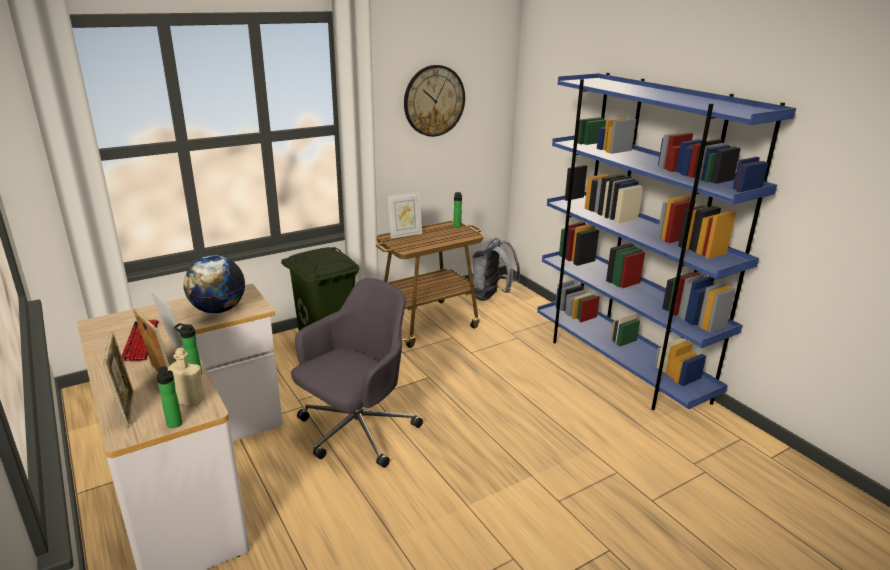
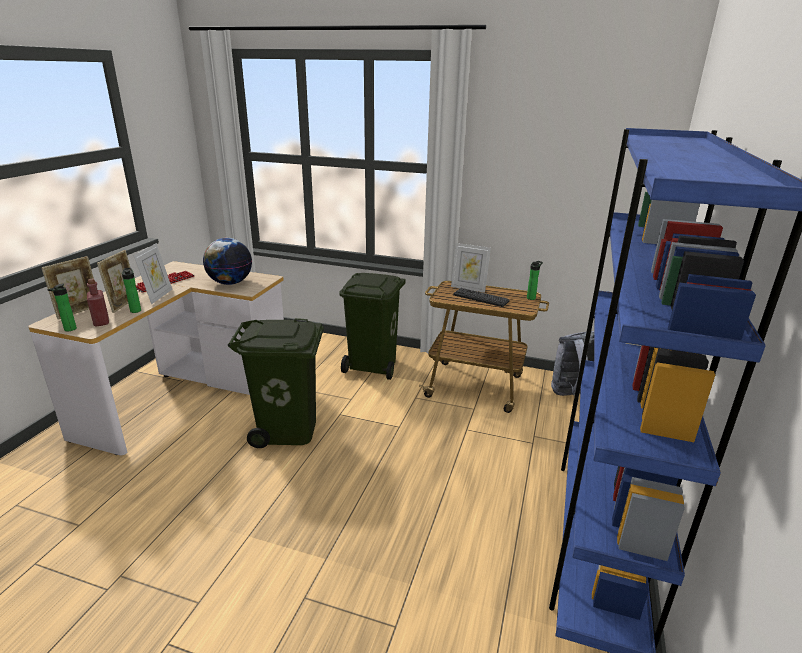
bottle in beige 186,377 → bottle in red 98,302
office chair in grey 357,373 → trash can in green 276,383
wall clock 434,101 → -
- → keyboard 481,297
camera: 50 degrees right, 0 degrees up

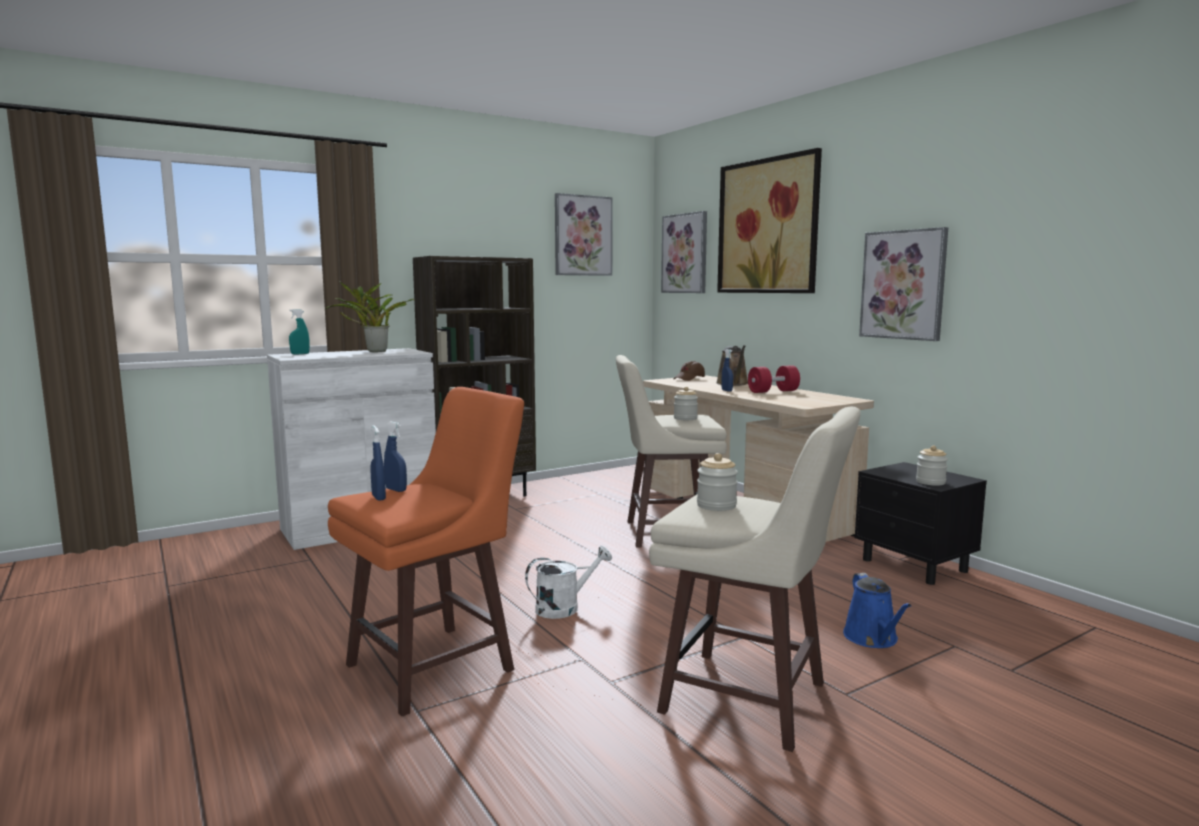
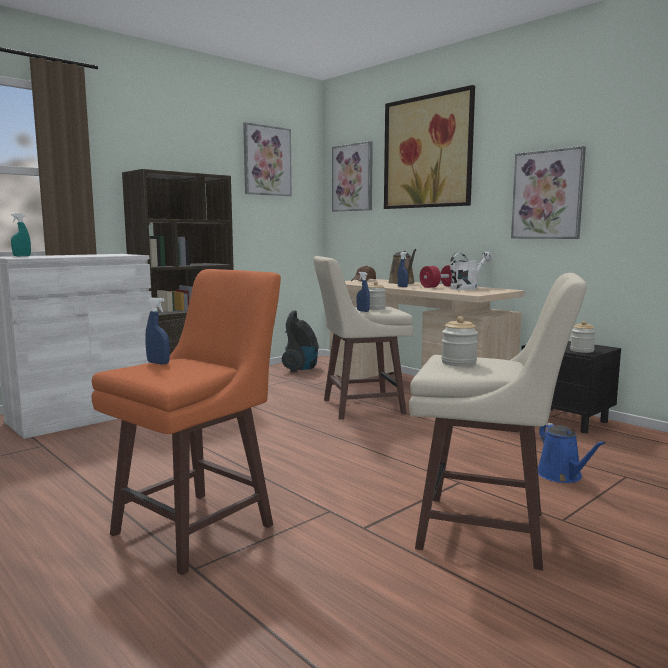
potted plant 370,317 → -
spray bottle in blue 378,463 → spray bottle in blue 363,292, shifted
watering can in white 568,582 → watering can in white 471,270, shifted
- → vacuum cleaner 300,341
camera: 10 degrees left, 0 degrees up

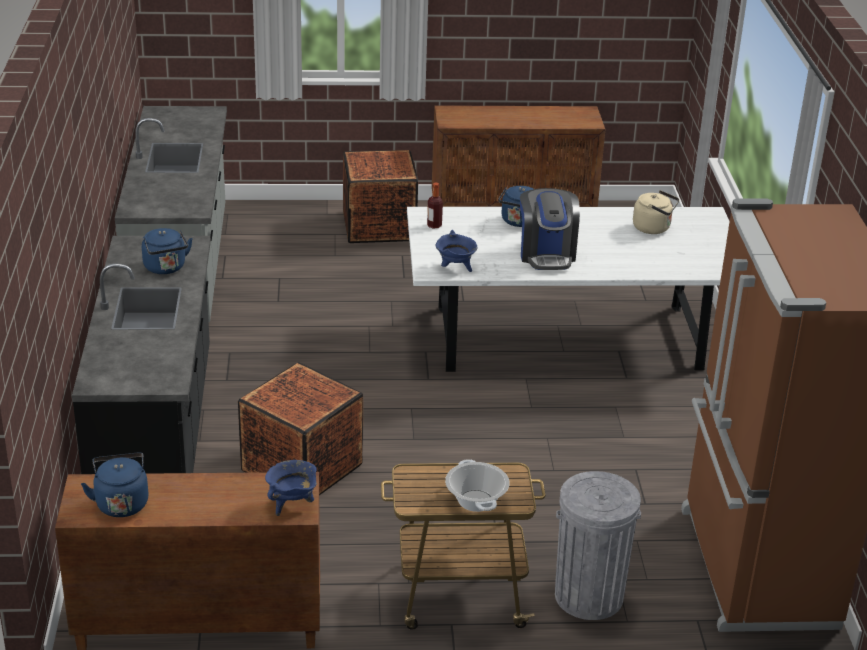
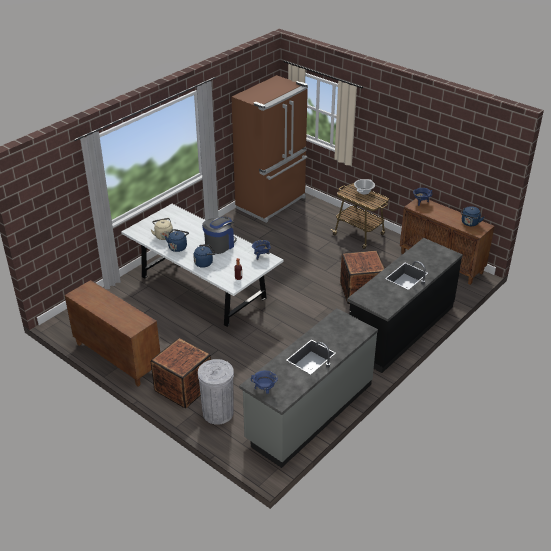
kettle in blue 167,251 → kettle in blue 177,240, shifted
trash can in grey 598,545 → trash can in grey 216,392, shifted
- → cooking pot in blue 264,382
camera: 135 degrees left, 5 degrees up

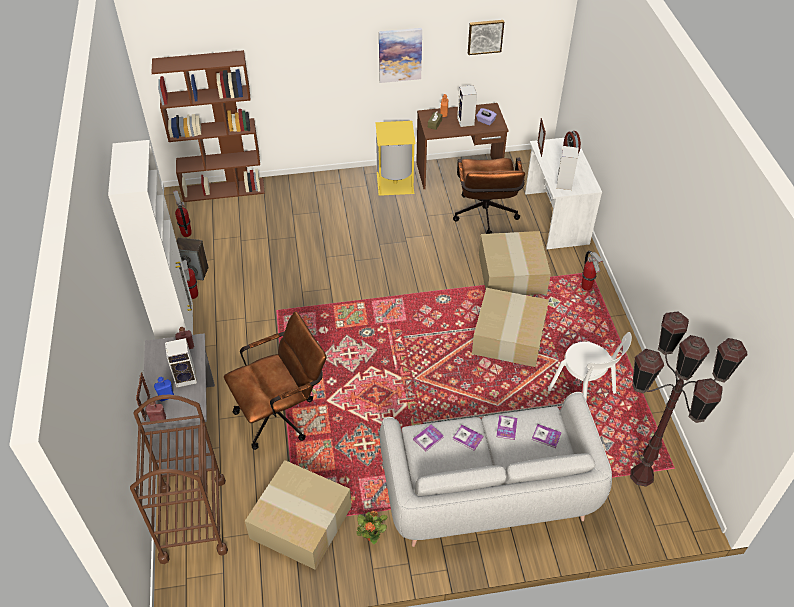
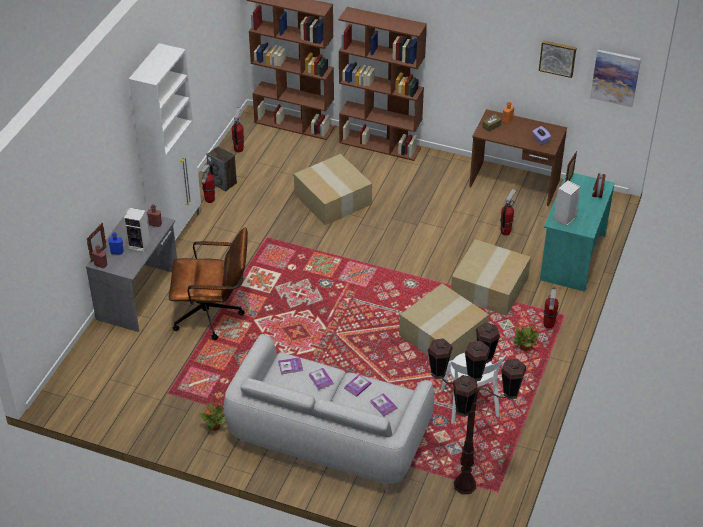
cart in brown 179,479 → -
cardboard box 298,515 → cardboard box 333,189, shifted
trash can in yellow 395,158 → -
picture 400,55 → picture 615,78, shifted
office chair in brown 489,196 → fire extinguisher 508,212
speaker 467,106 → -
desk in white 563,193 → desk in turquoise 577,232
- → bookcase in brown 382,84
- → potted plant 526,338
camera: 30 degrees right, 5 degrees down

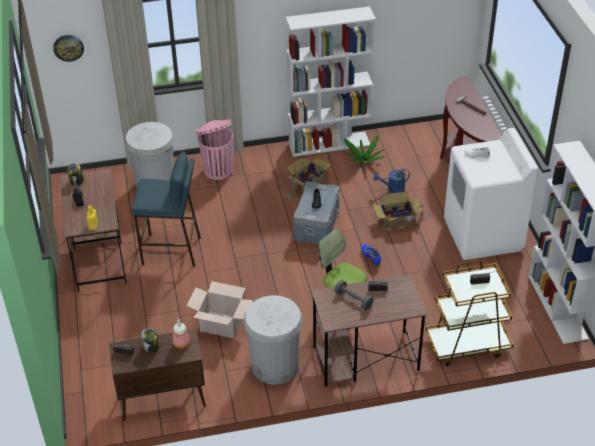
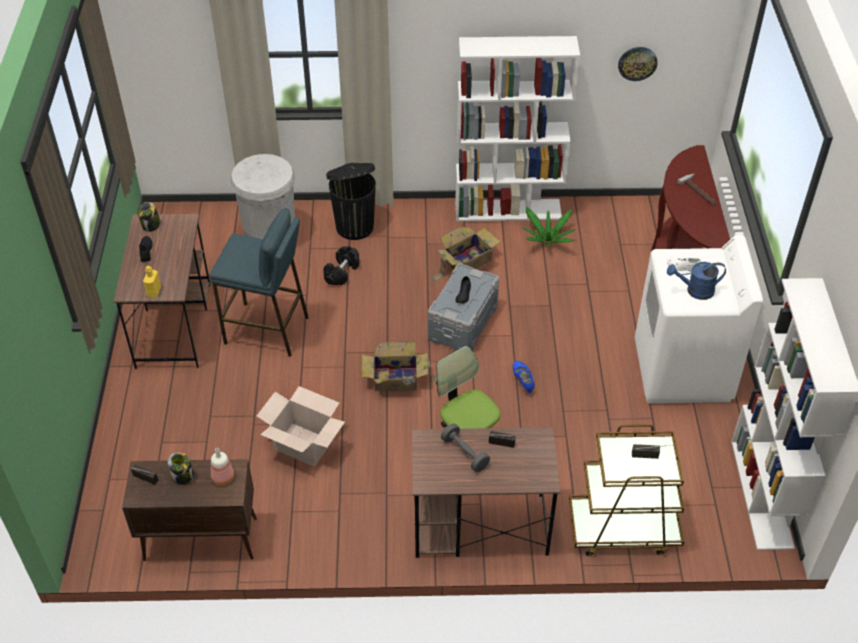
wall clock 68,48 → wall clock 638,64, shifted
trash can in pink 214,150 → trash can in black 351,201
trash can in white 273,340 → -
cardboard box 402,210 → cardboard box 399,366, shifted
watering can in blue 392,181 → watering can in blue 696,281, shifted
- → dumbbell in black 341,265
camera: 10 degrees right, 5 degrees up

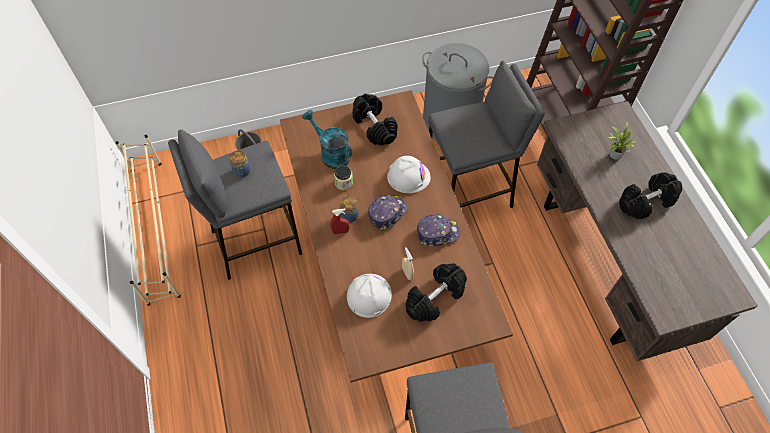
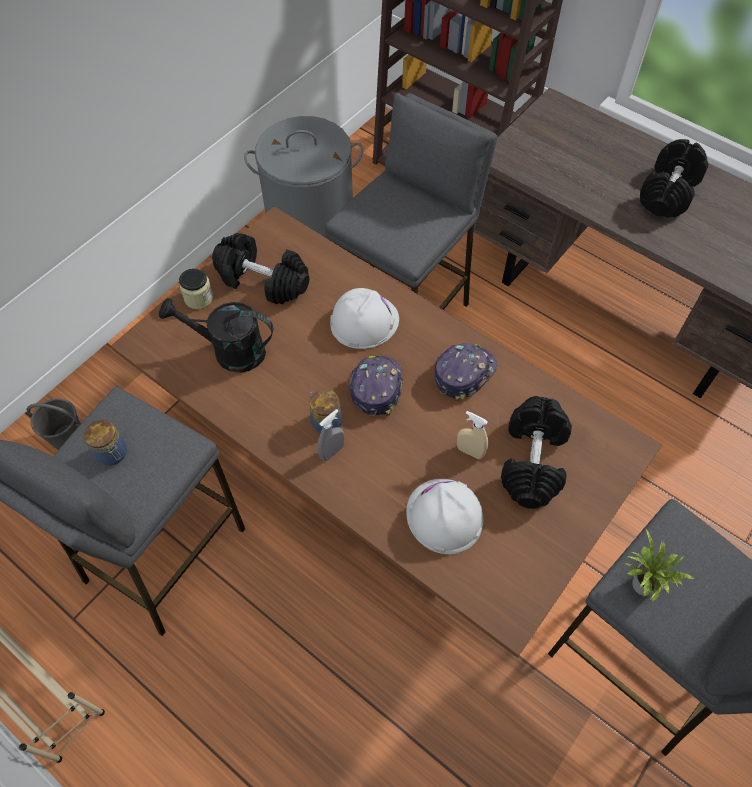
watering can in turquoise 327,139 → watering can in black 216,335
spray bottle in red 340,221 → spray bottle in grey 330,435
jar 343,177 → jar 196,288, shifted
potted plant 622,141 → potted plant 660,565, shifted
camera: 35 degrees left, 0 degrees up

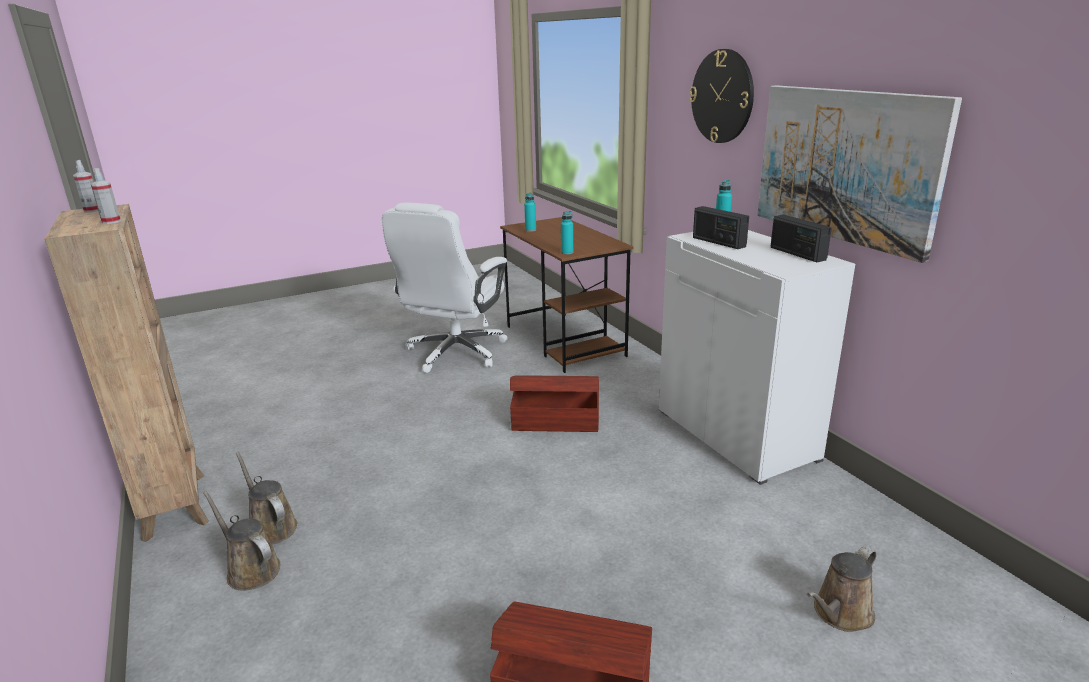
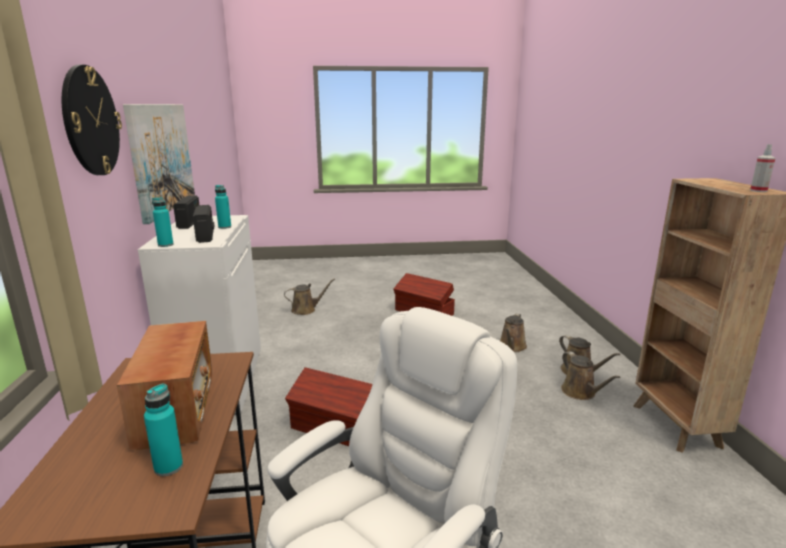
spray bottle 106,196 → -
bottle in turquoise 567,232 → bottle in turquoise 223,207, shifted
- → radio 165,385
- → watering can in brown 513,332
camera: 160 degrees left, 5 degrees down

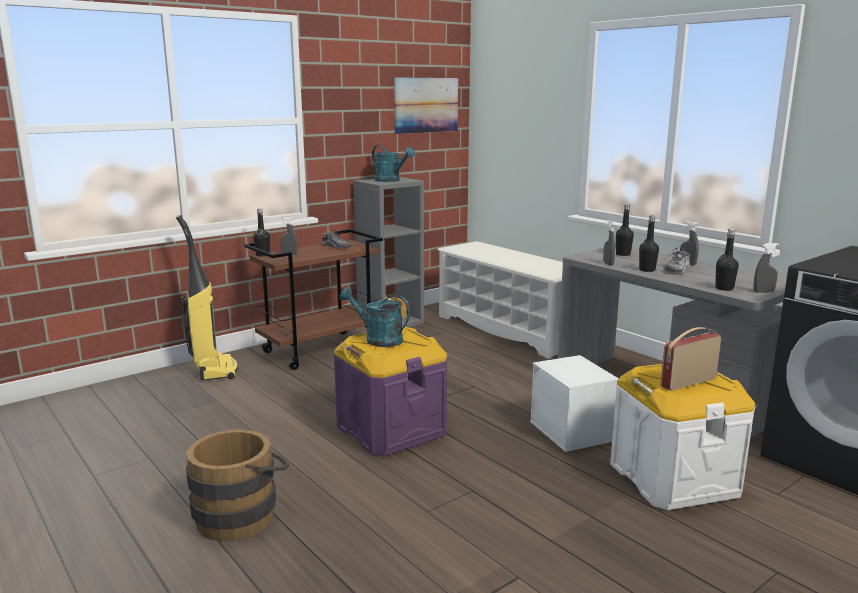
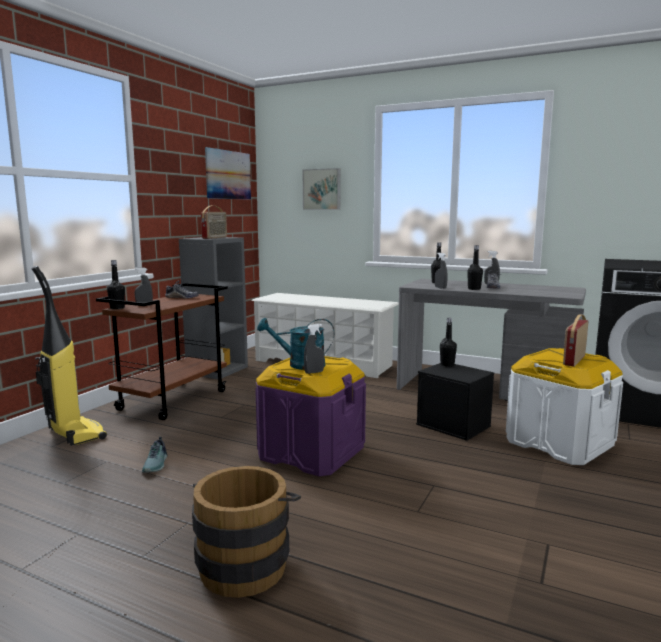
watering can in turquoise 393,163 → radio 214,222
storage box in white 574,403 → storage box in black 455,402
bottle in black 727,260 → bottle in black 448,342, shifted
spray bottle in grey 766,268 → spray bottle in grey 314,349, shifted
- → shoe 154,455
- → picture 322,189
camera: 25 degrees left, 5 degrees down

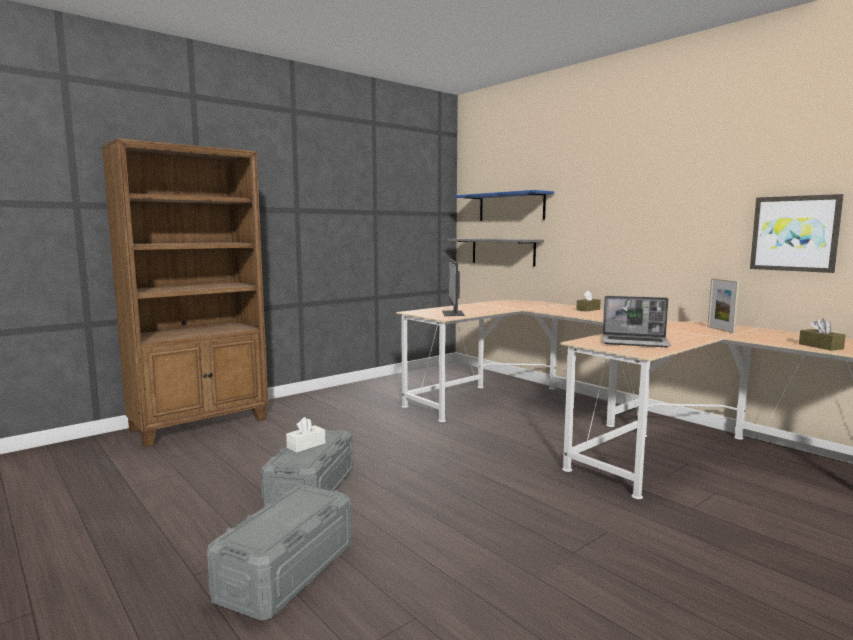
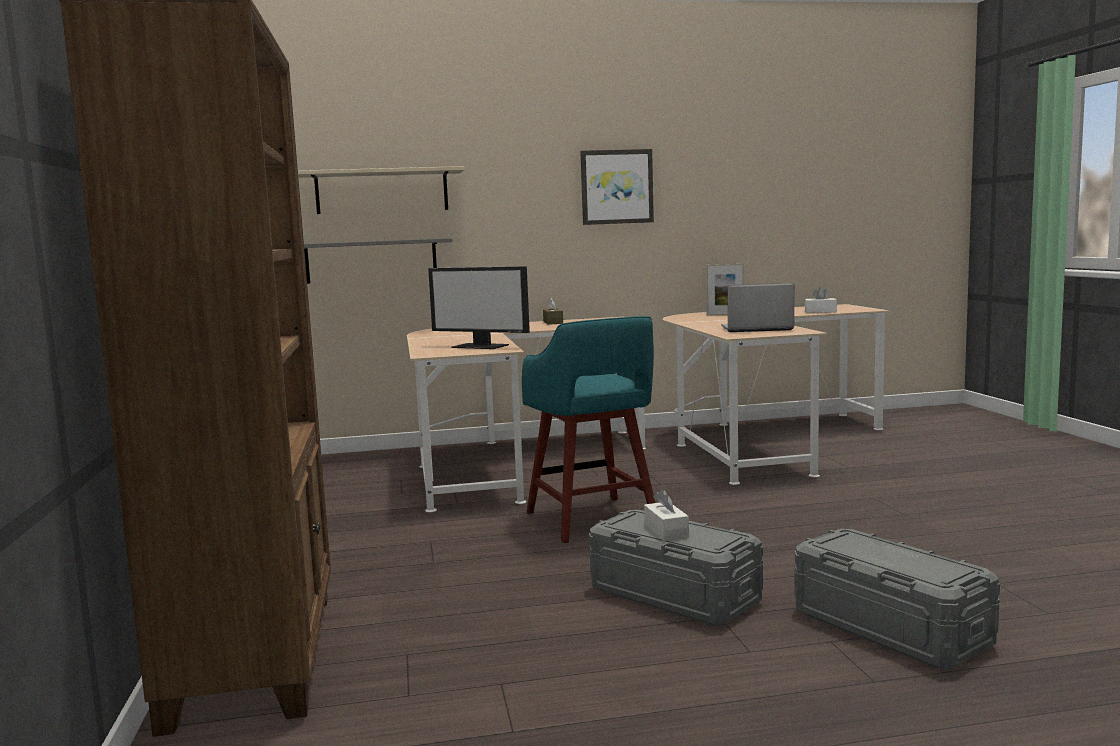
shelf in blue 504,205 → shelf in beige 381,190
laptop 636,321 → laptop 757,307, 135 degrees counterclockwise
picture 796,233 → picture 617,187, shifted
tissue box in brown 822,334 → tissue box in white 821,300
- → stool in turquoise 588,429
camera: 60 degrees left, 0 degrees up

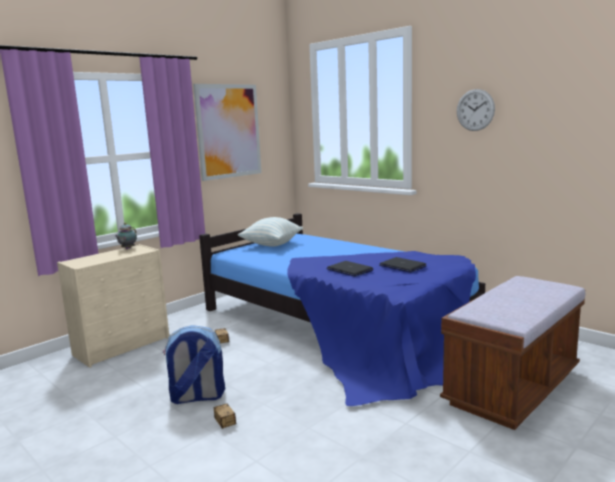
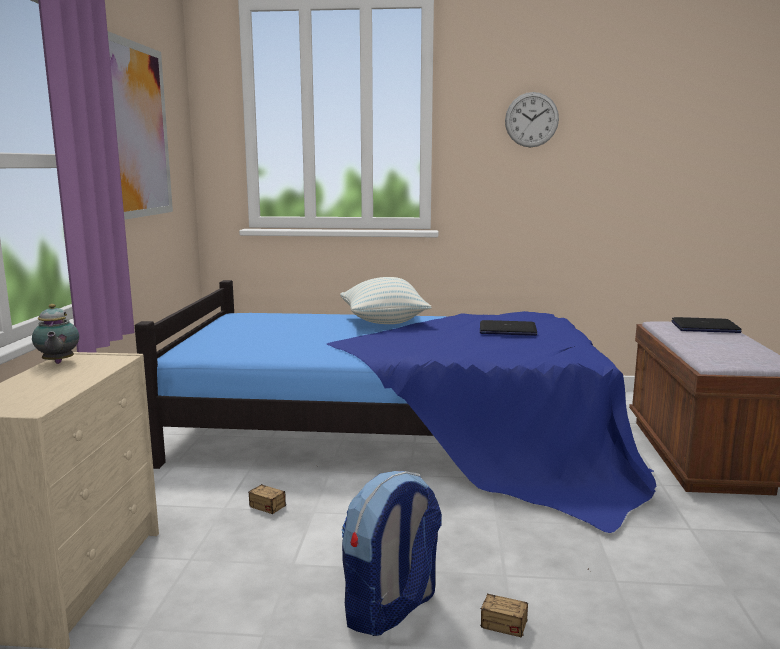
pillow 270,232 → pillow 386,300, shifted
laptop 350,269 → laptop 706,325, shifted
camera: 40 degrees left, 0 degrees up

